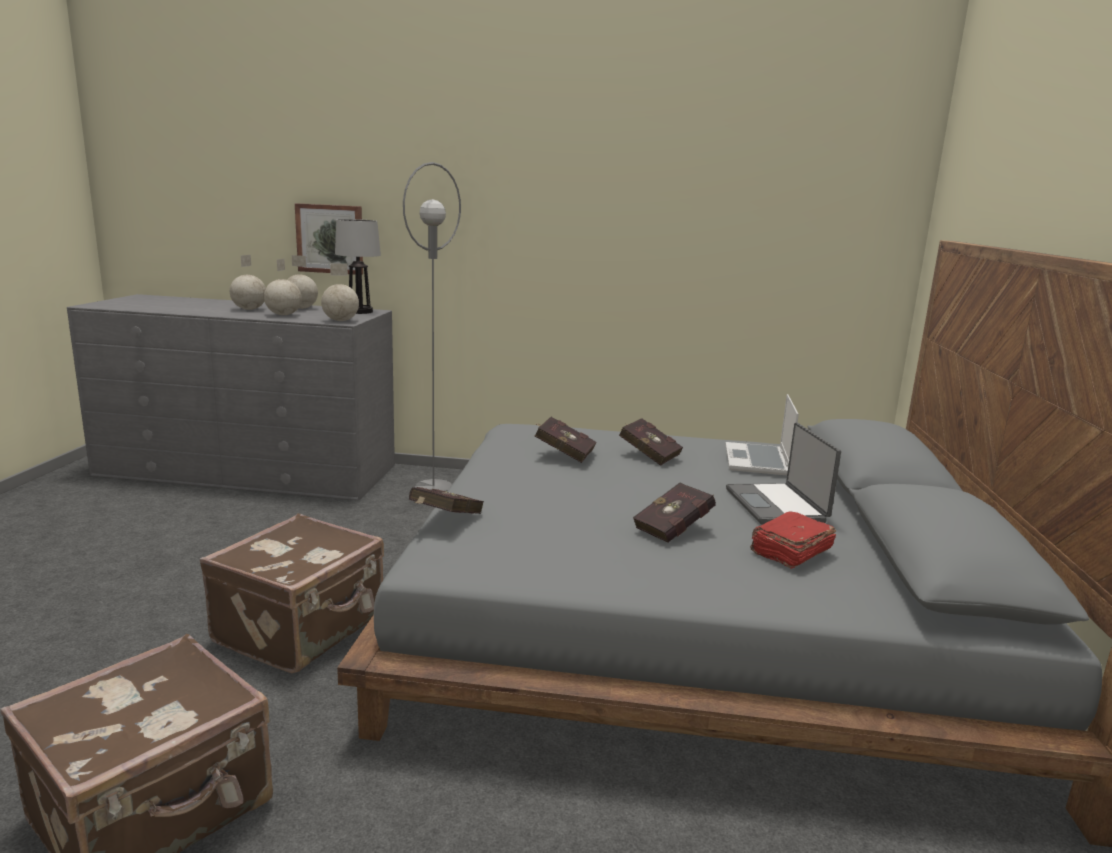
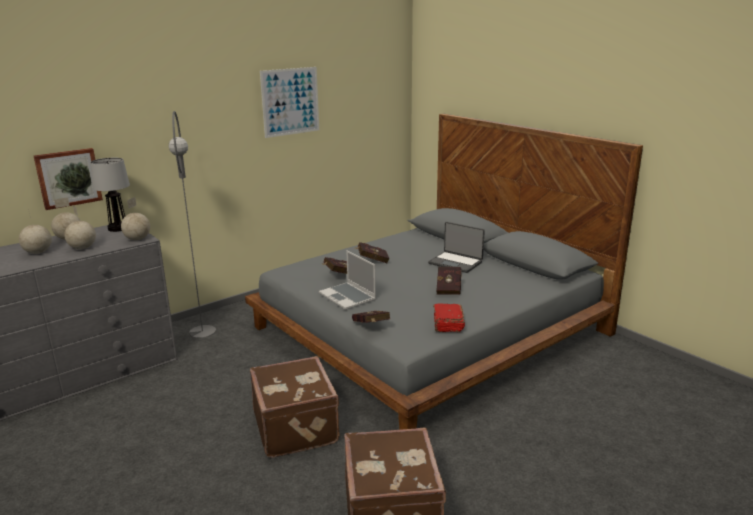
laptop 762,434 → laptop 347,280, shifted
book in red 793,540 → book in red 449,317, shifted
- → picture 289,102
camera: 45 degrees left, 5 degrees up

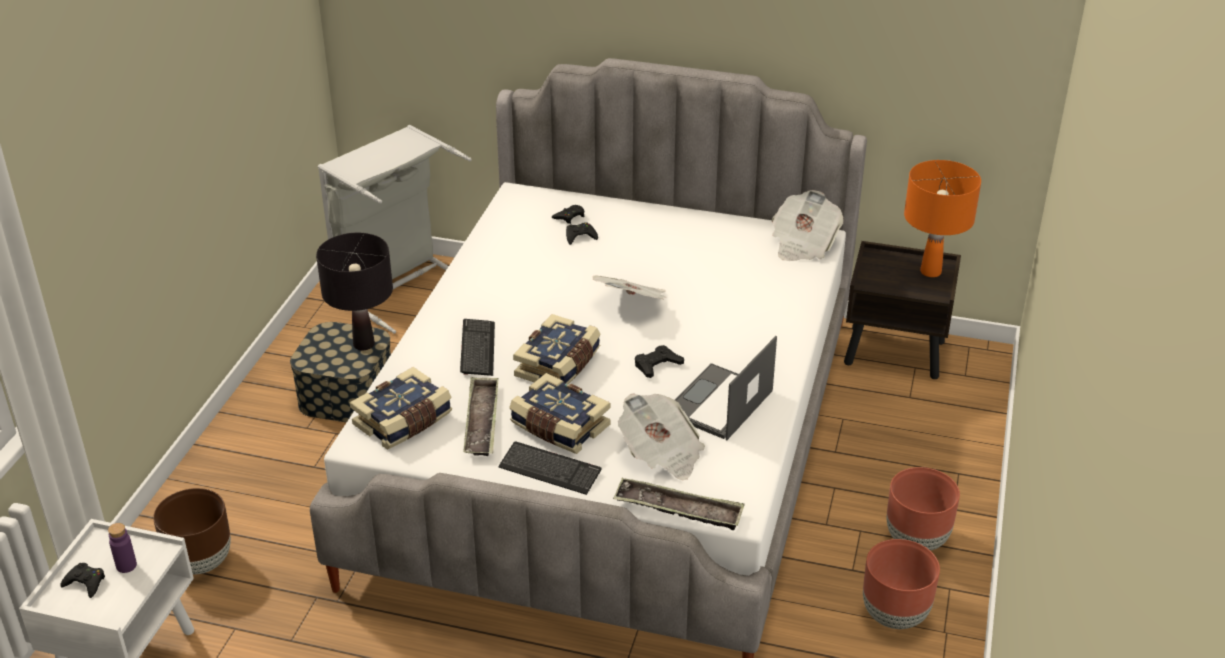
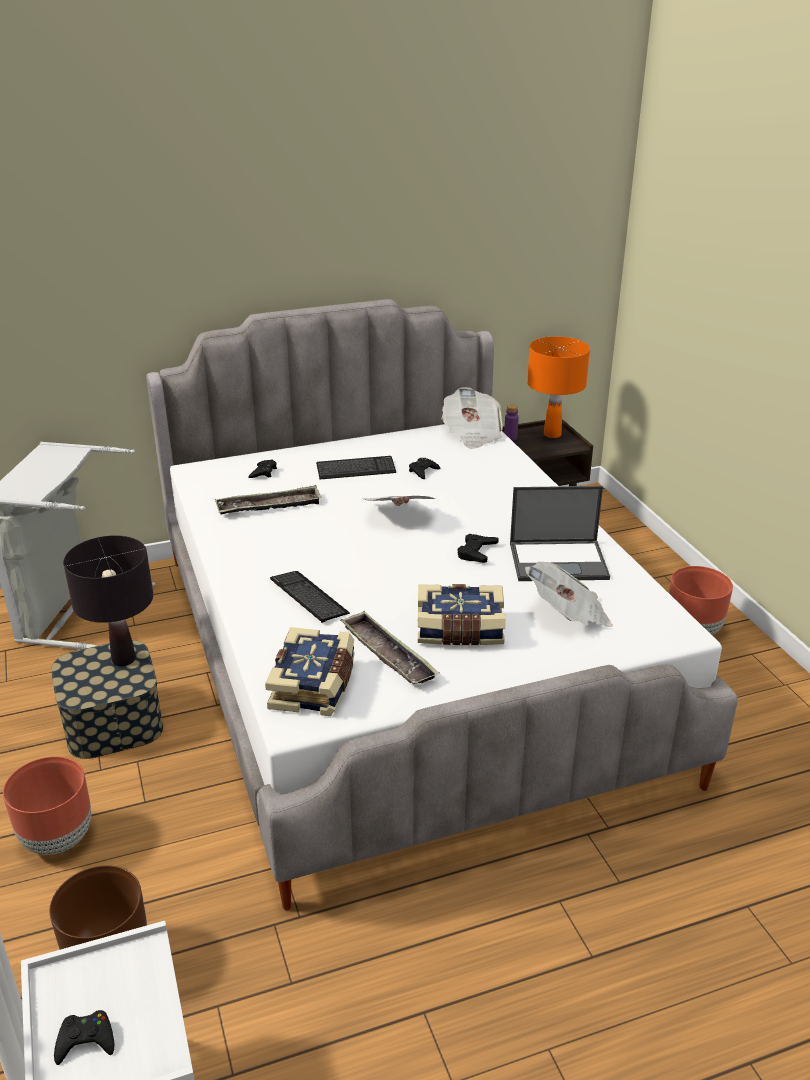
bottle in purple 122,548 → bottle in purple 511,422, shifted
keyboard 550,468 → keyboard 356,467, shifted
book 556,349 → -
game controller in black 582,233 → game controller in black 424,468, shifted
tray 679,504 → tray 268,500, shifted
laptop 726,388 → laptop 560,533, 90 degrees counterclockwise
planter in brown 901,584 → planter in brown 47,805, shifted
camera: 35 degrees left, 5 degrees down

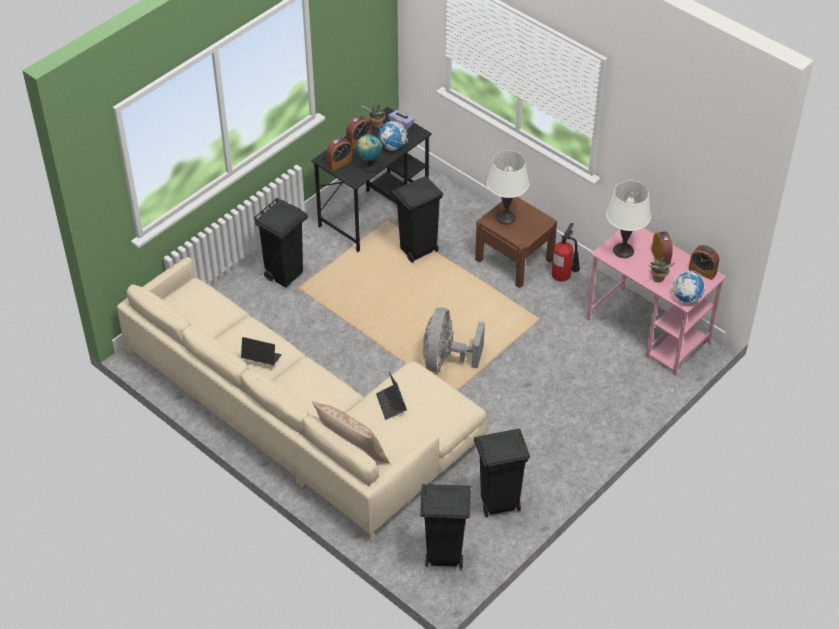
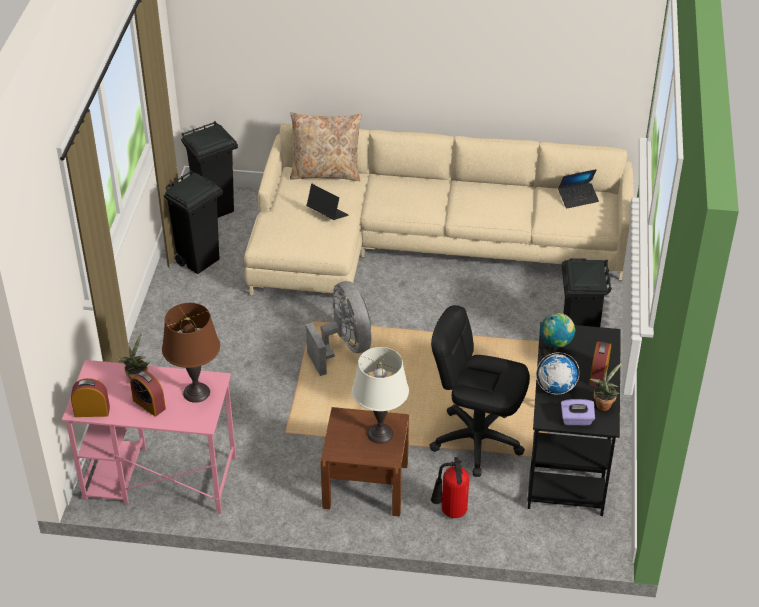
laptop 261,351 → laptop 578,189, shifted
alarm clock 339,154 → -
trash can in black 417,219 → office chair in black 479,391
fire extinguisher 566,252 → fire extinguisher 450,487, shifted
table lamp in white 628,219 → table lamp in brown 191,353
globe 688,287 → -
camera: 145 degrees right, 5 degrees down

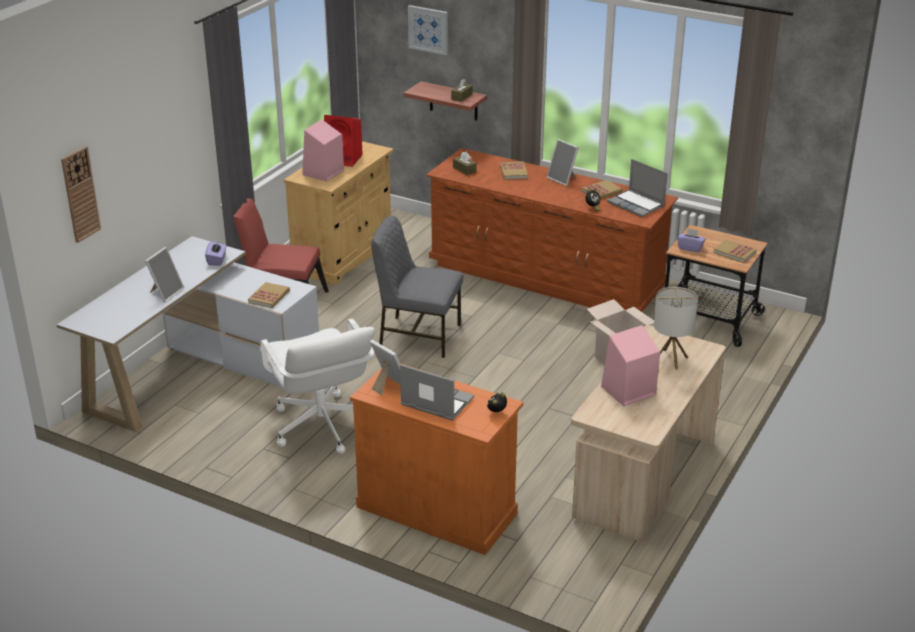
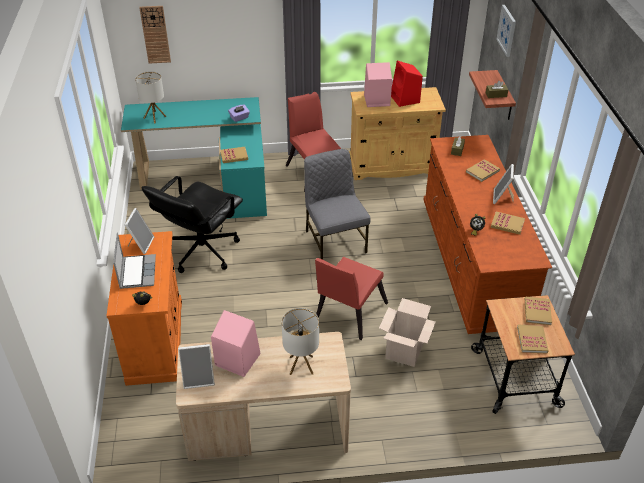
desk in white 187,334 → desk in turquoise 194,158
picture frame 164,274 → picture frame 196,366, shifted
office chair in white 317,386 → office chair in black 192,224
laptop 637,188 → -
tissue box in purple 691,241 → -
- → table lamp 151,97
- → chair in red 351,298
- → book 538,311
camera: 55 degrees right, 10 degrees up

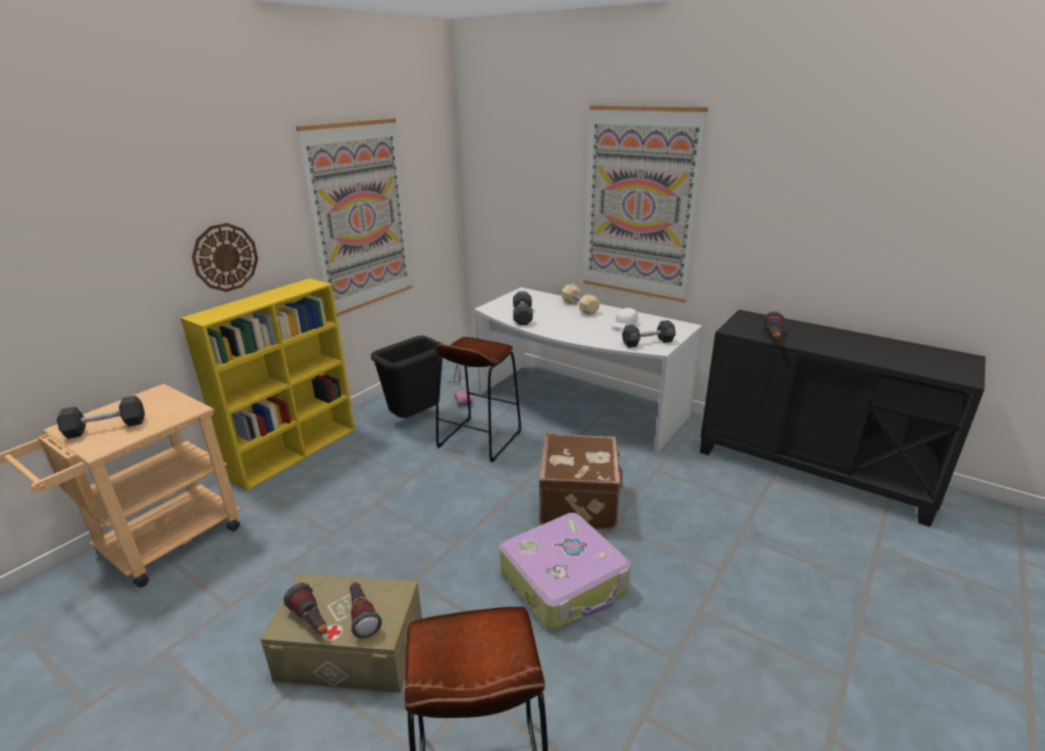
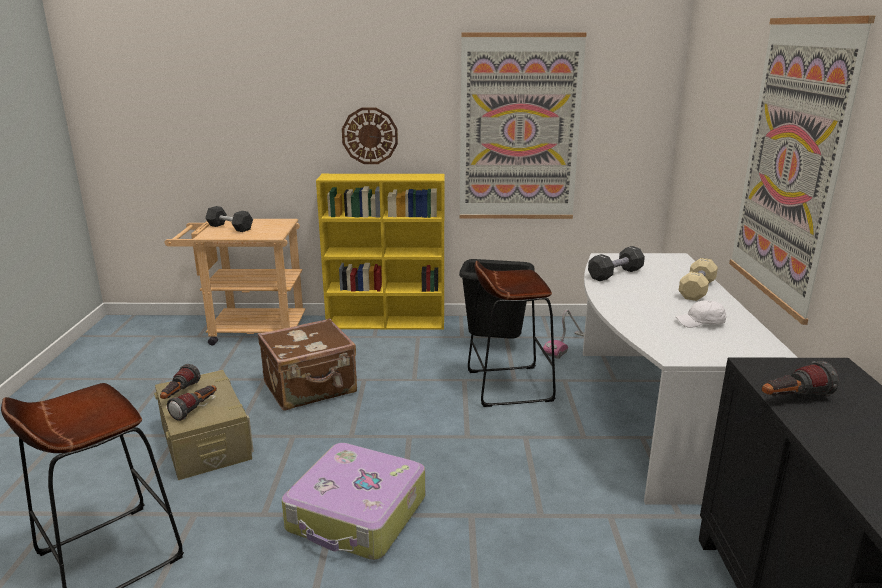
suitcase in brown 581,481 → suitcase in brown 307,364, shifted
dumbbell in black 649,334 → -
camera: 55 degrees right, 5 degrees down

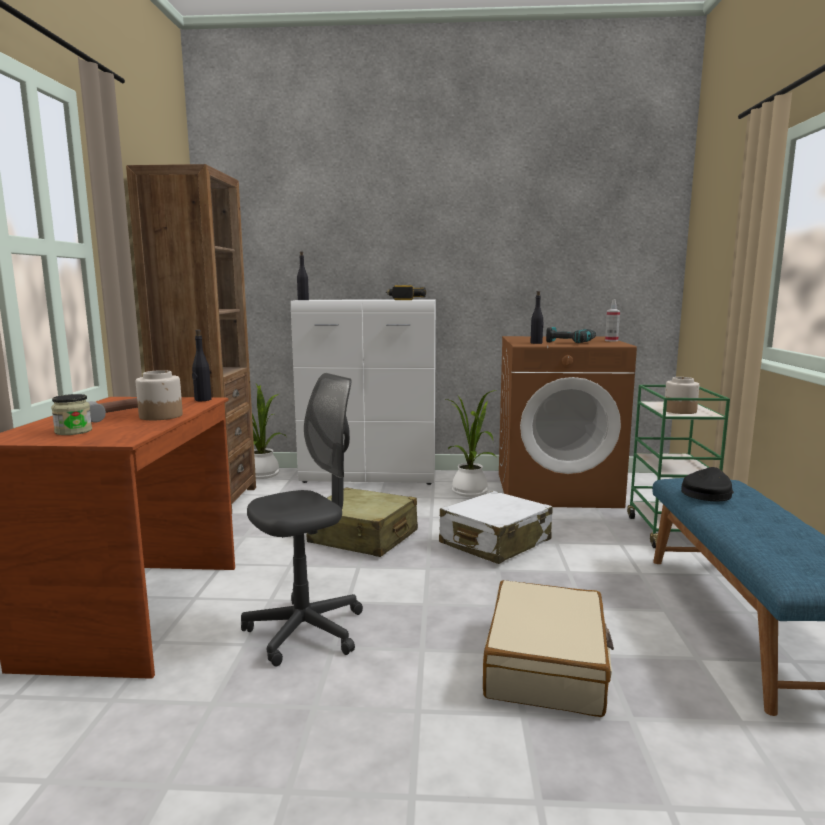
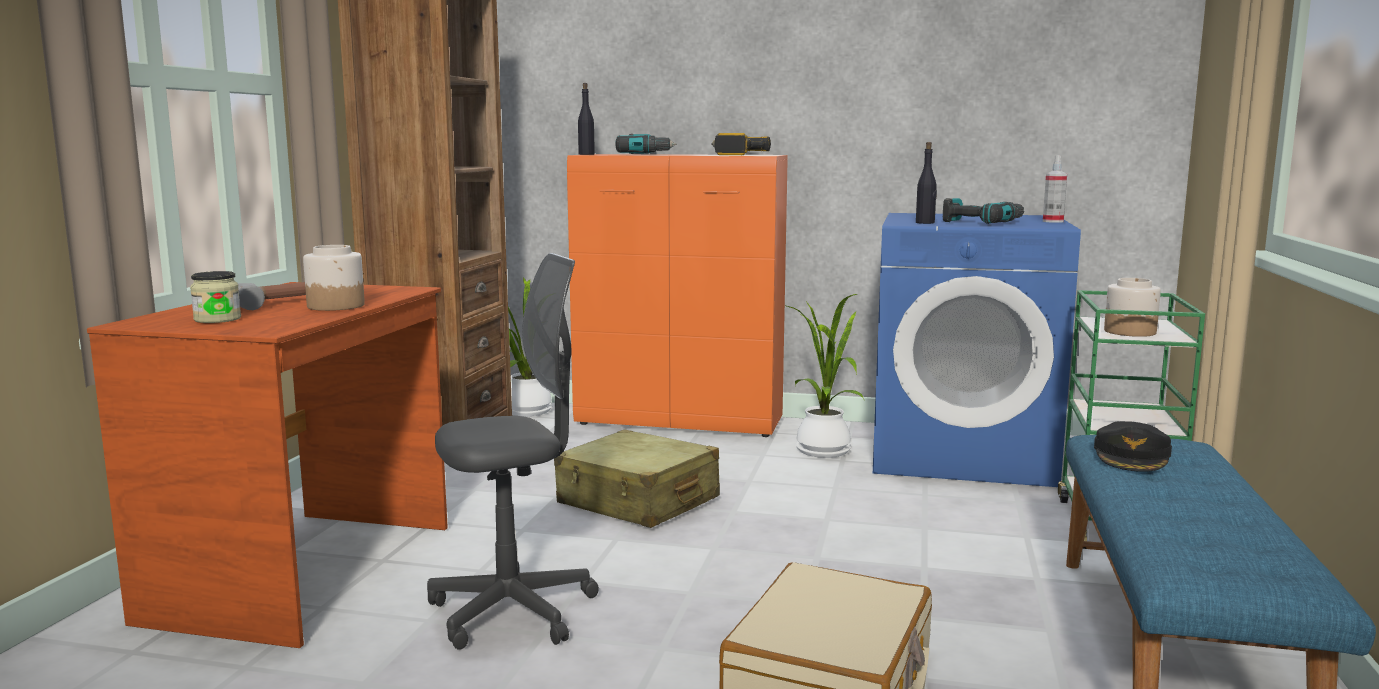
bottle in black 202,365 → -
cabinet in white 363,392 → cabinet in orange 677,295
suitcase in white 496,527 → -
washing machine in brown 568,422 → washing machine in blue 977,350
cap in black 707,484 → cap in black 1133,446, 150 degrees clockwise
- → power drill 646,144
camera: 10 degrees right, 0 degrees up

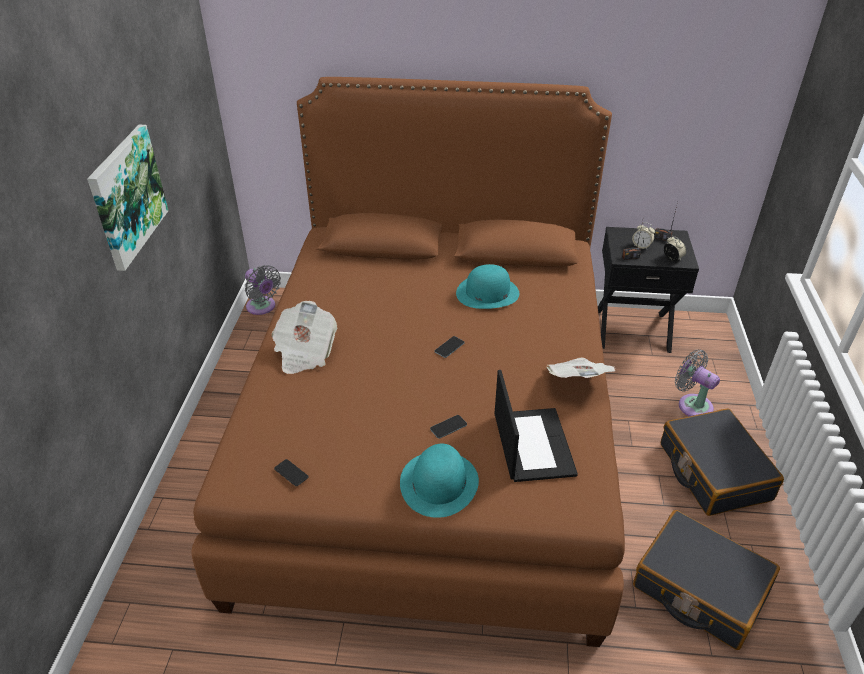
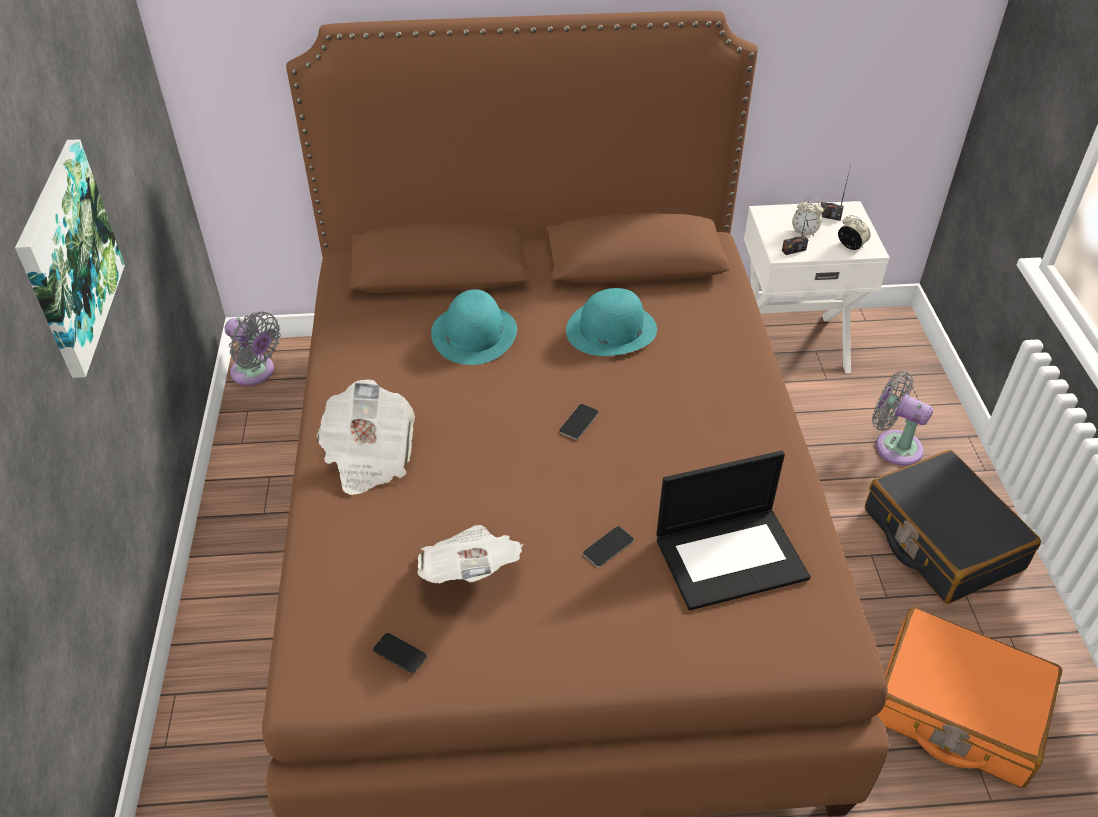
hat in turquoise 439,481 → hat in turquoise 474,327, shifted
laptop 536,426 → laptop 733,530, 90 degrees clockwise
newspaper 581,368 → newspaper 470,554, shifted
nightstand in black 648,290 → nightstand in white 817,287
suitcase in black 706,580 → suitcase in orange 969,697
camera: 10 degrees left, 5 degrees up

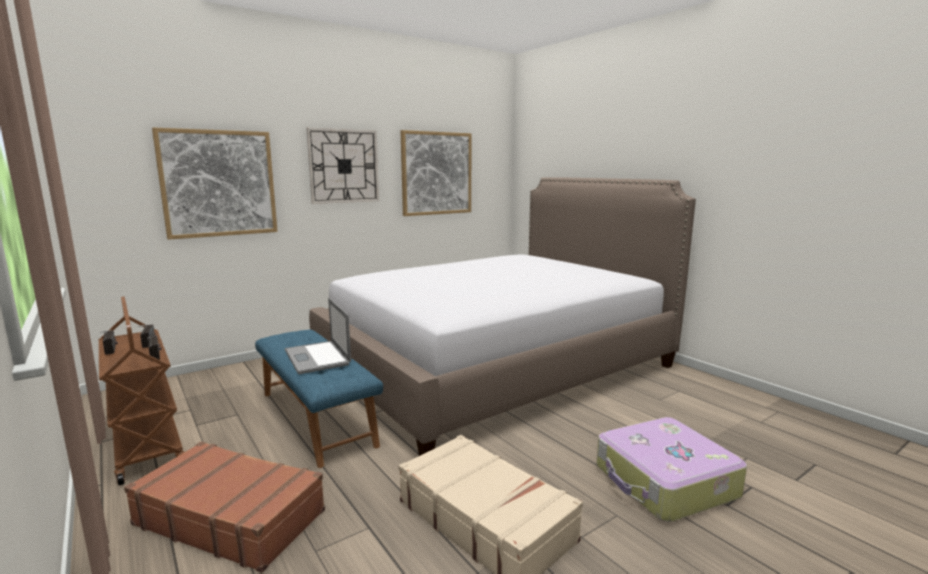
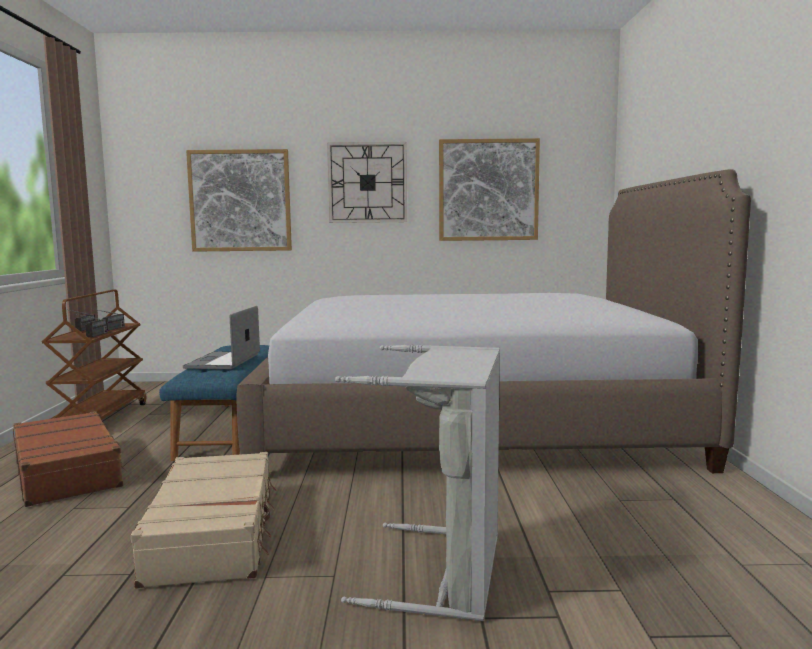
suitcase 672,469 → laundry basket in grey 417,482
camera: 35 degrees right, 5 degrees down

